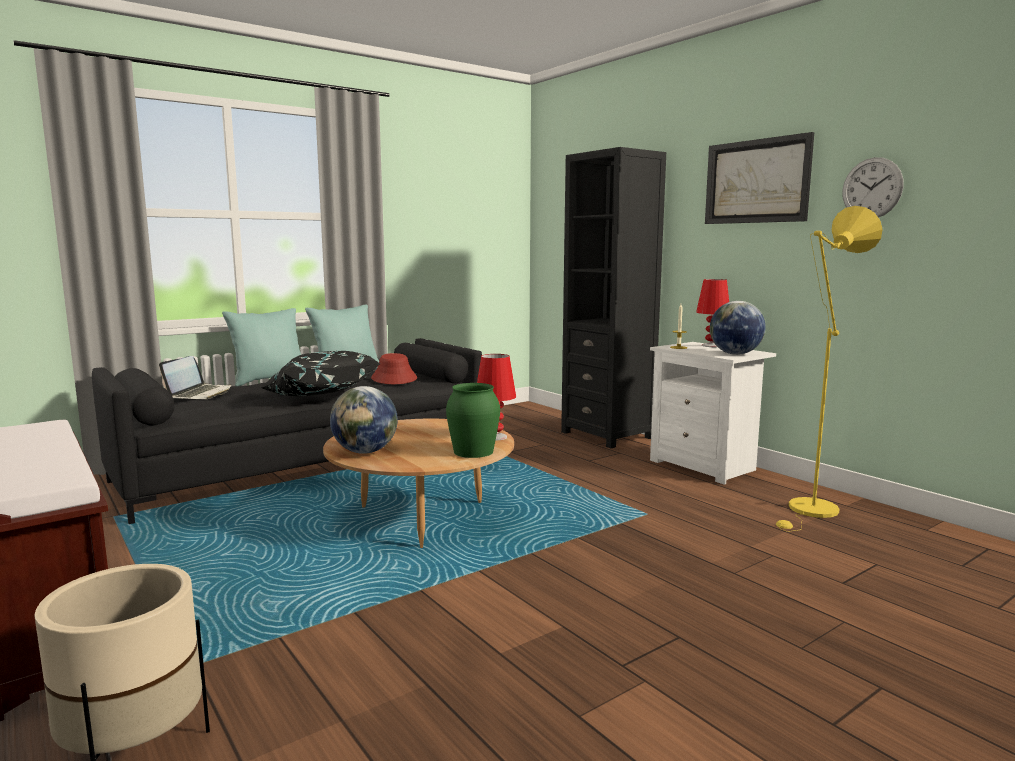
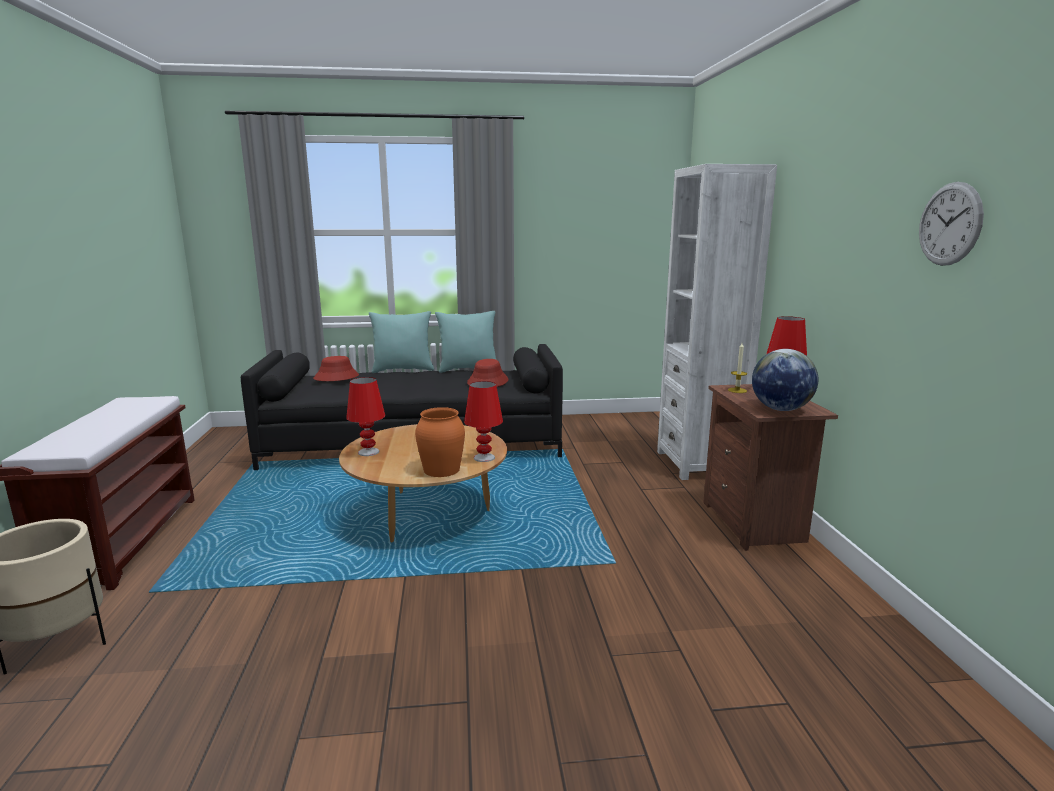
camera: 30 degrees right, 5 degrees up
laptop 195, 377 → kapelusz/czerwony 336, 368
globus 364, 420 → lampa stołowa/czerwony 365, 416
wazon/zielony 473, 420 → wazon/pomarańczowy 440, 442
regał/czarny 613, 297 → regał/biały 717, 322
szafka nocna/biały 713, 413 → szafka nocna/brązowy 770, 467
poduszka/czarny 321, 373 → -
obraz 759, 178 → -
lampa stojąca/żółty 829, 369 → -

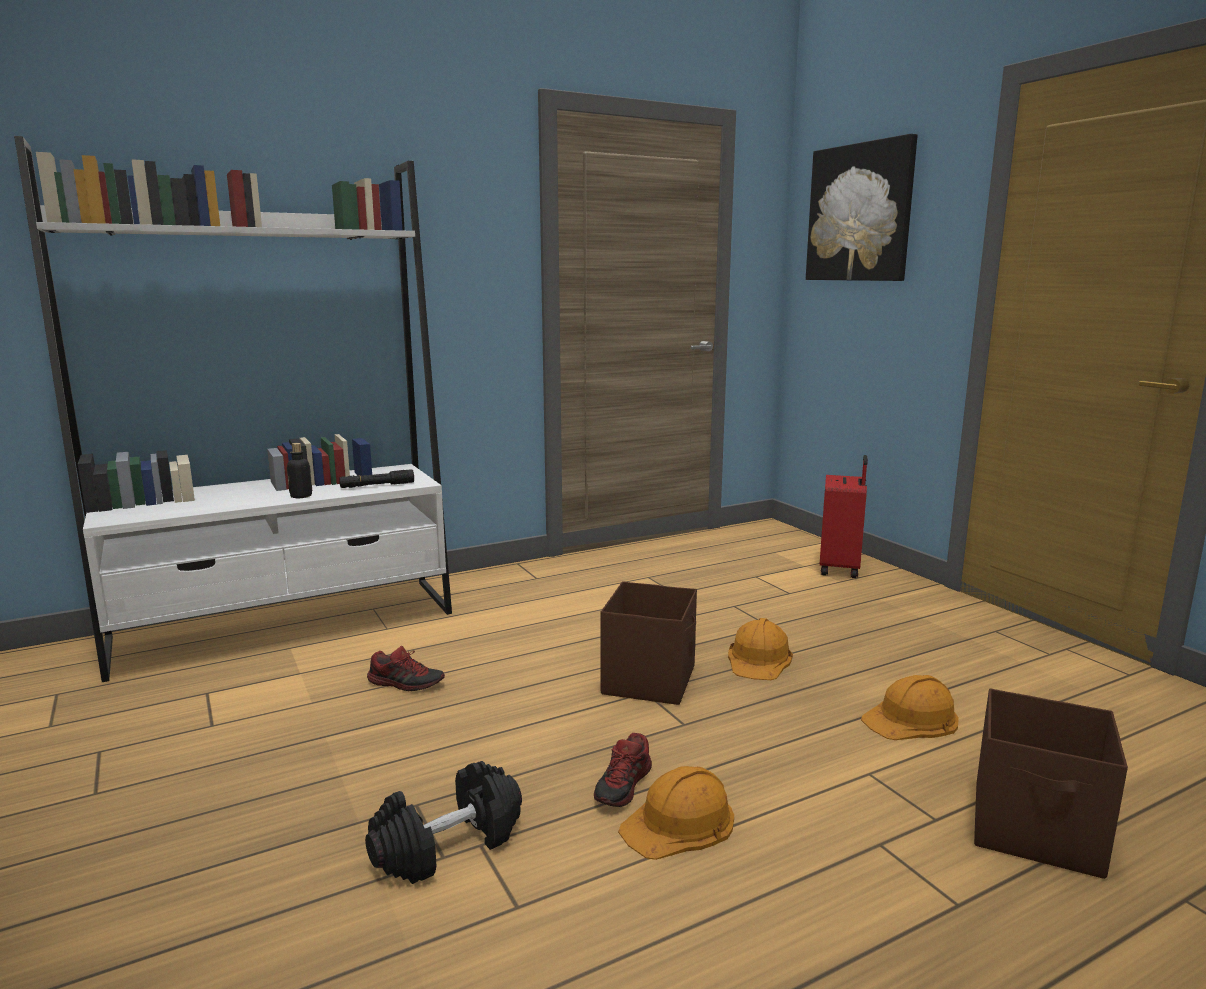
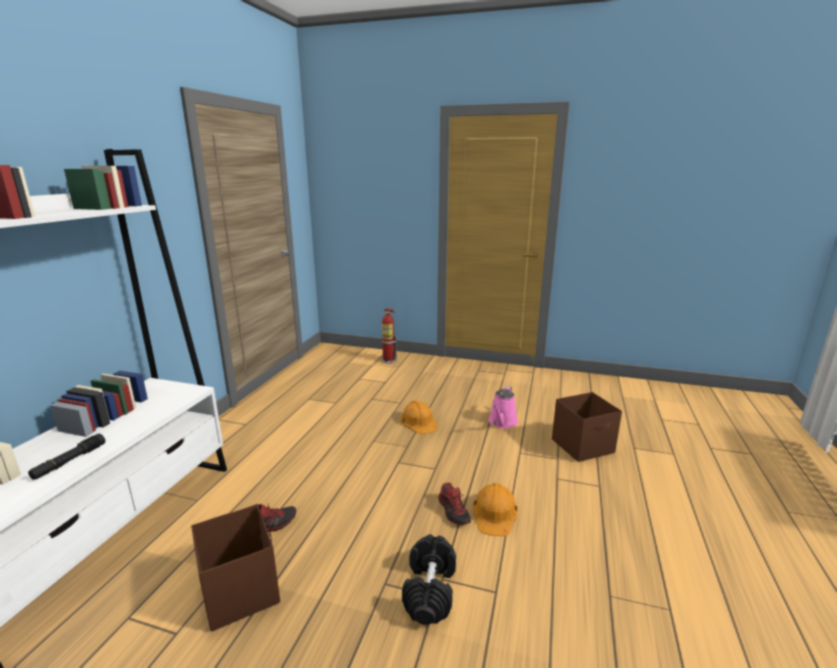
camera: 45 degrees left, 5 degrees up
latarka/czarny 376, 478 → latarka/czarny 66, 456, moved
pojemnik do przechowywania/brązowy 648, 643 → pojemnik do przechowywania/brązowy 235, 567, moved
walizka/czerwony 843, 516 → gaśnica 389, 336
kask/pomarańczowy 910, 707 → konewka/różowy 503, 407
butelka 299, 470 → -
obraz 861, 207 → -

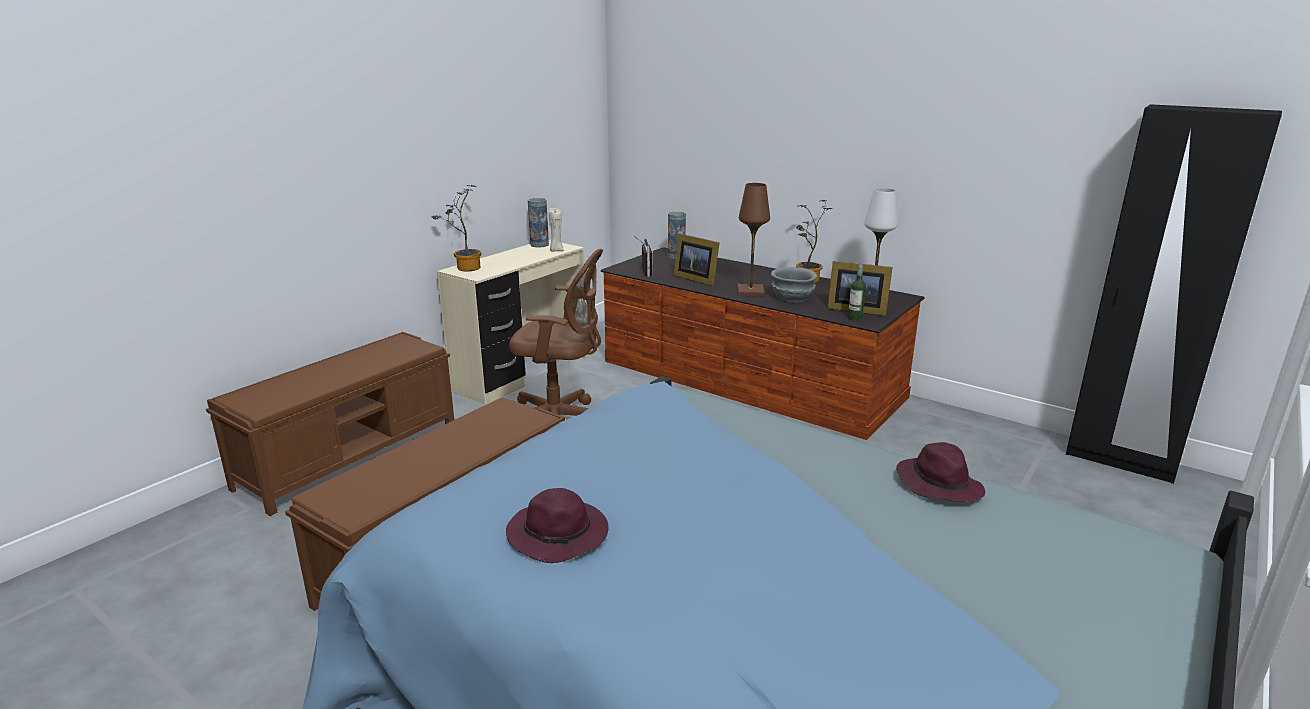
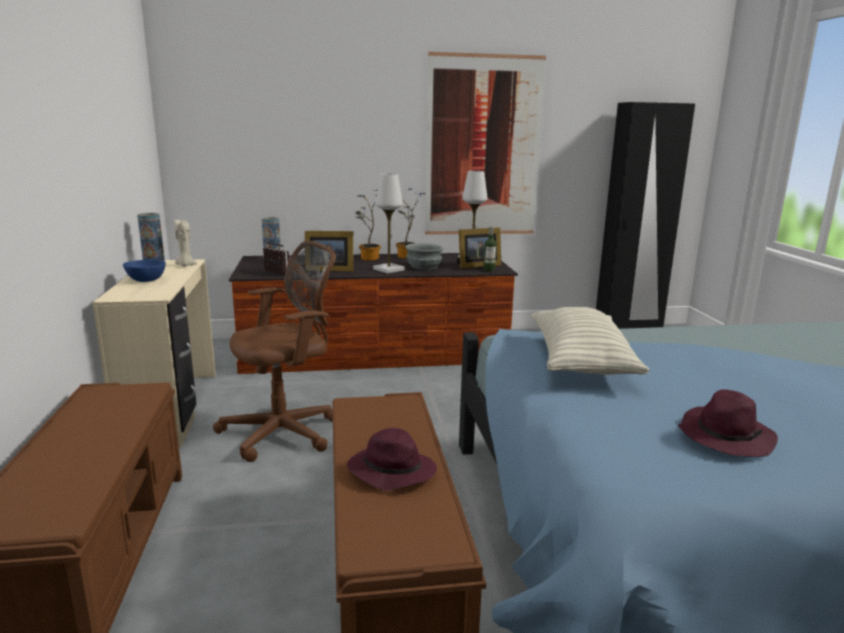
camera: 45 degrees left, 5 degrees down
- → miska/niebieski 144, 270
kapelusz/fioletowy 940, 472 → kapelusz/fioletowy 392, 459, moved
roślina doniczkowa 457, 228 → roślina doniczkowa 368, 225, moved
lampa stołowa/brązowy 753, 239 → lampa stołowa/biały 389, 223
- → obraz 485, 143
- → poduszka 590, 341

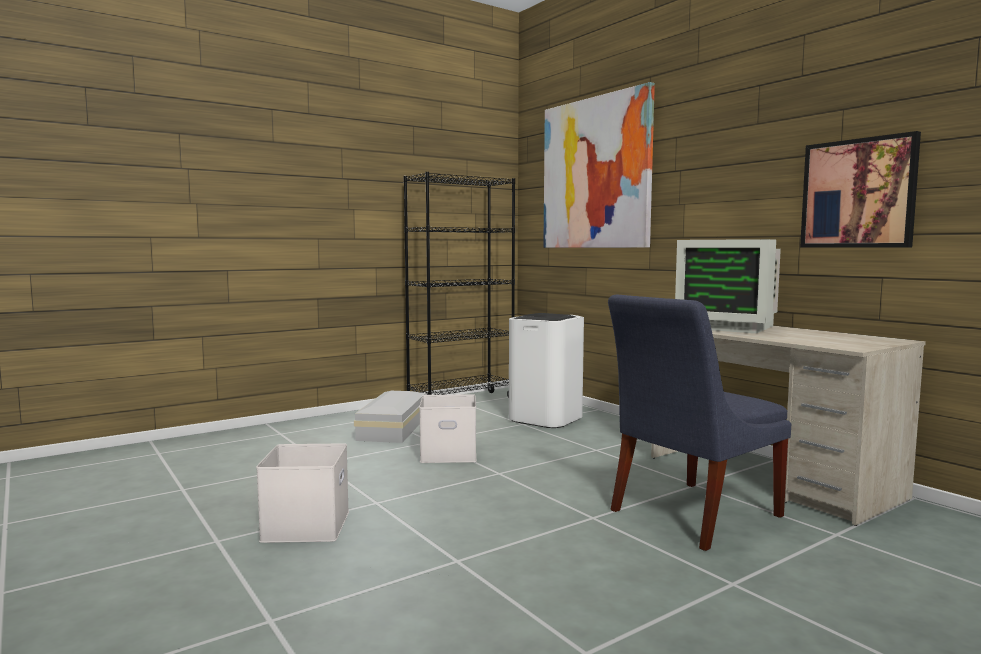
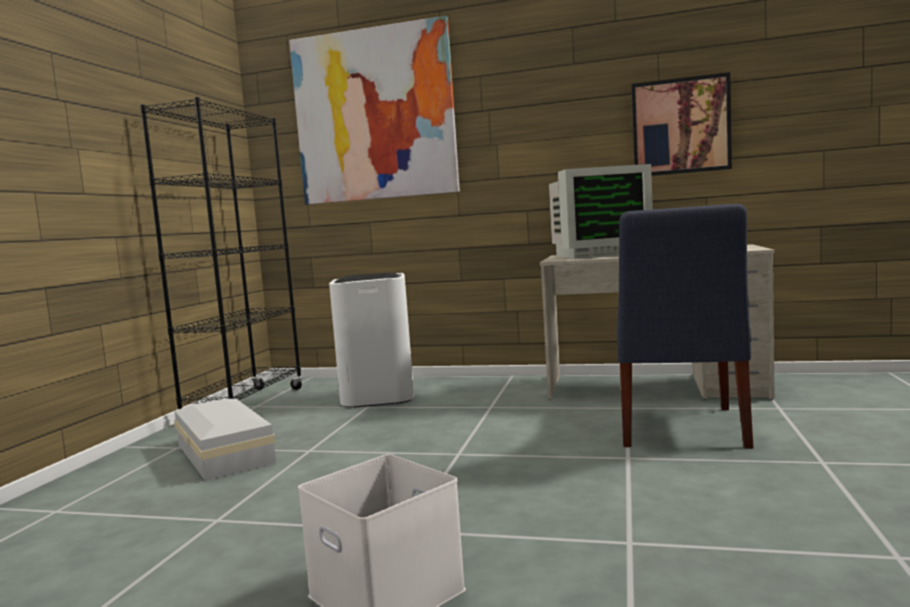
camera: 40 degrees left, 0 degrees up
pojemnik do przechowywania/biały 447, 428 → -

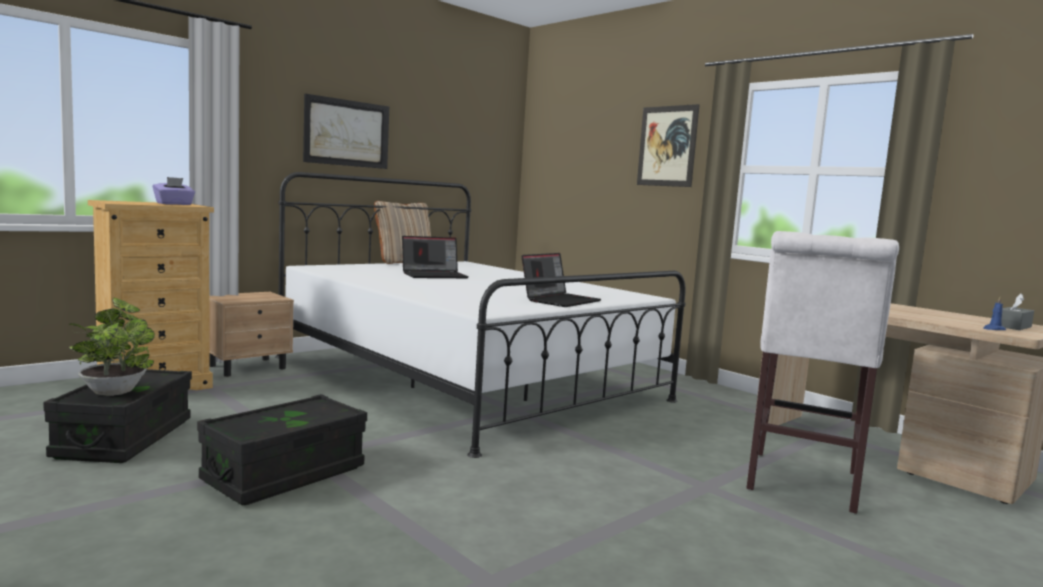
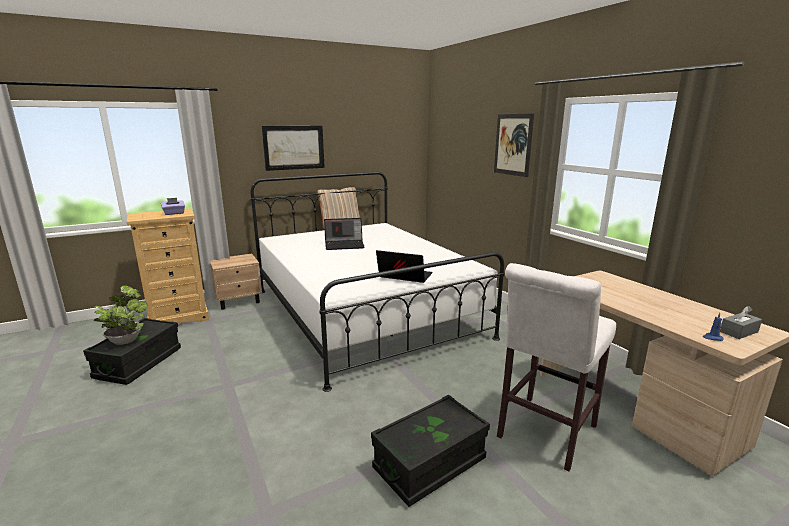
camera: 15 degrees right, 10 degrees up
pojemnik do przechowywania/czarny 282, 449 → pojemnik do przechowywania/czarny 430, 450, moved
laptop 561, 280 → laptop 404, 266, 120 degrees counterclockwise

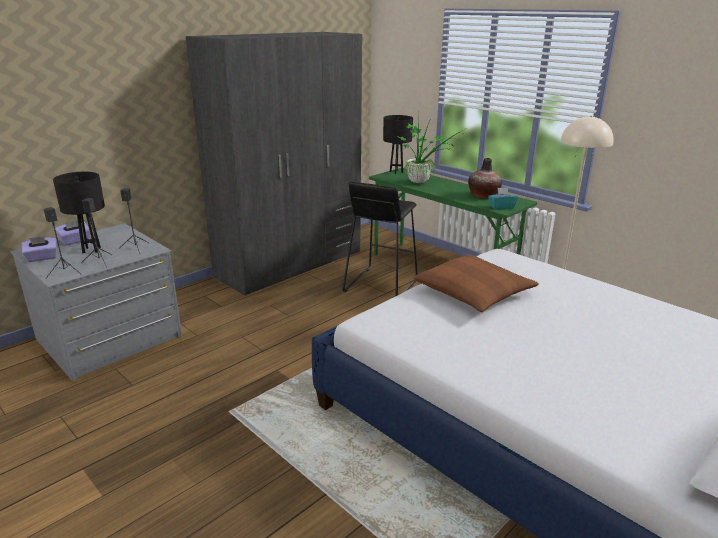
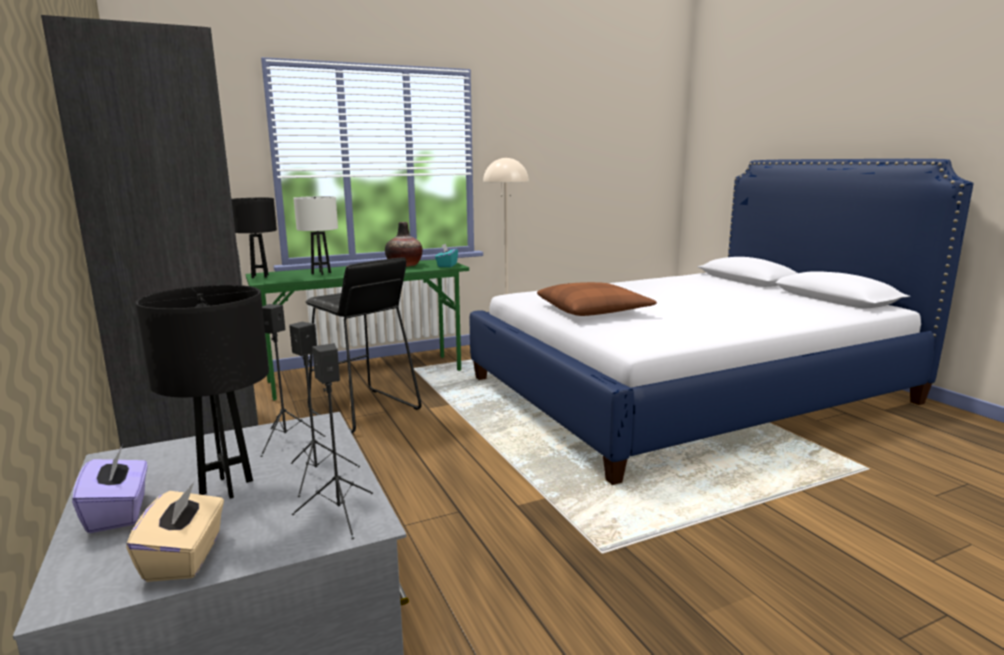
camera: 70 degrees left, 10 degrees down
pudełko chusteczek/fioletowy 39, 249 → pudełko chusteczek/beżowy 175, 532
roślina doniczkowa 432, 148 → lampa stołowa/biały 315, 235

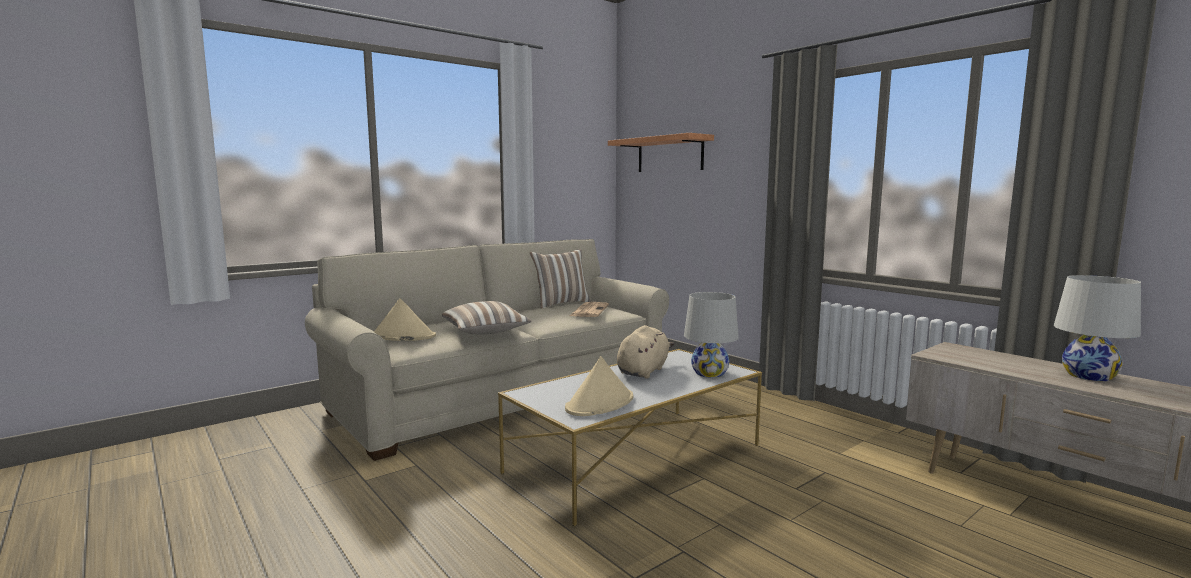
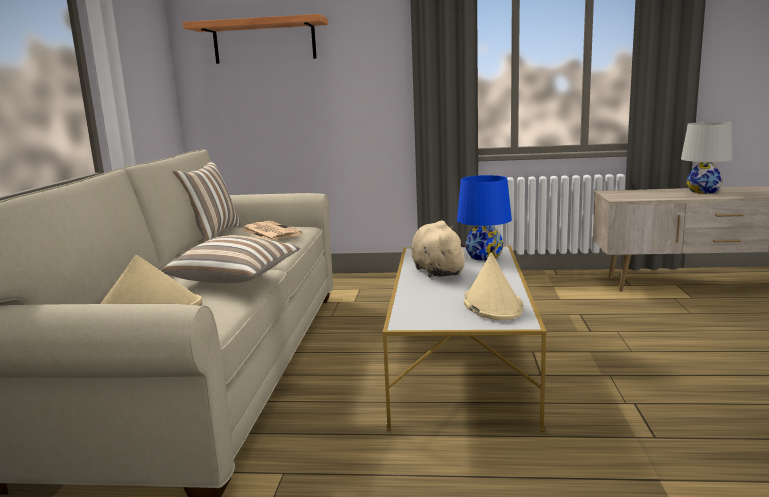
camera: 45 degrees left, 5 degrees up
lampa stołowa/biały 711, 335 → lampa stołowa/niebieski 484, 218

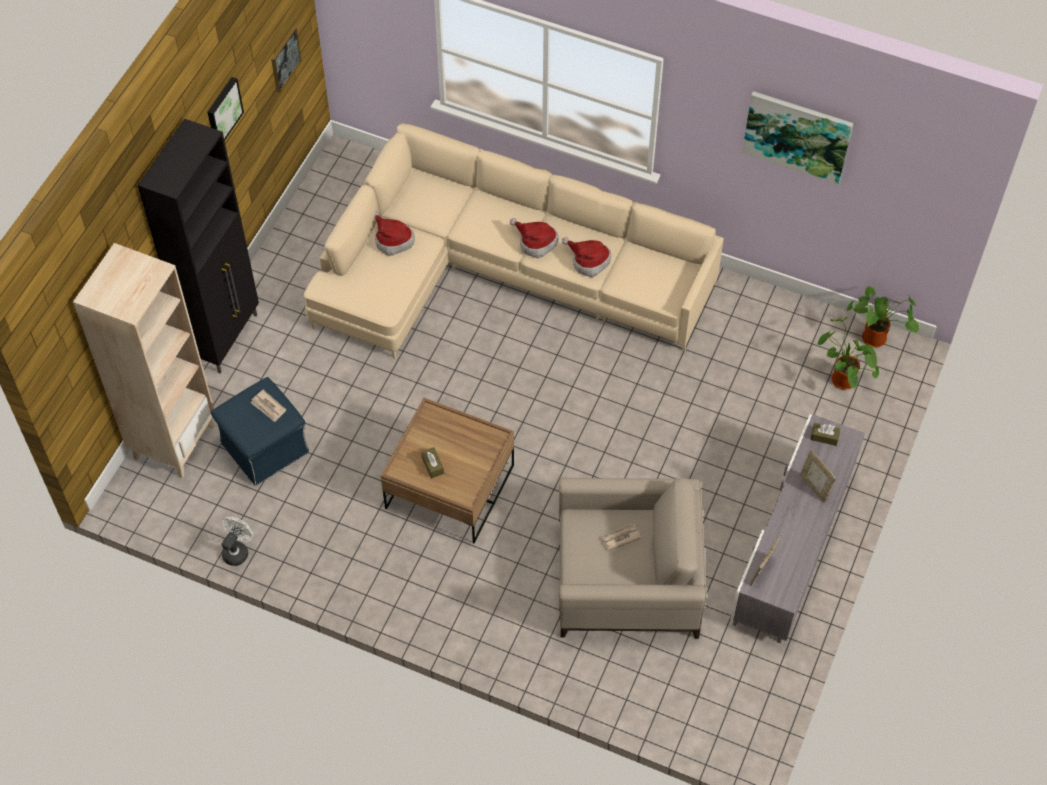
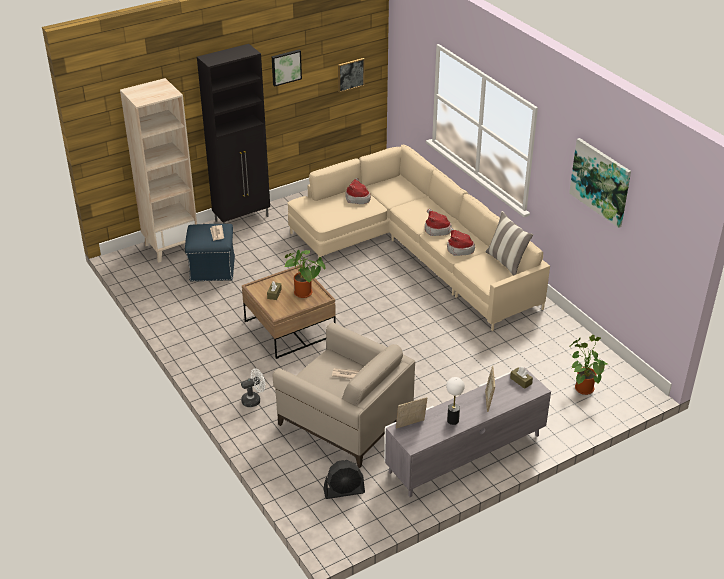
camera: 35 degrees right, 20 degrees down
wentylator/biały 237, 541 → wentylator/biały 253, 387, moved
roślina doniczkowa 882, 316 → roślina doniczkowa 305, 274, moved
- → wentylator/czarny 344, 479
- → lampa stołowa 455, 401
- → poduszka 509, 243

